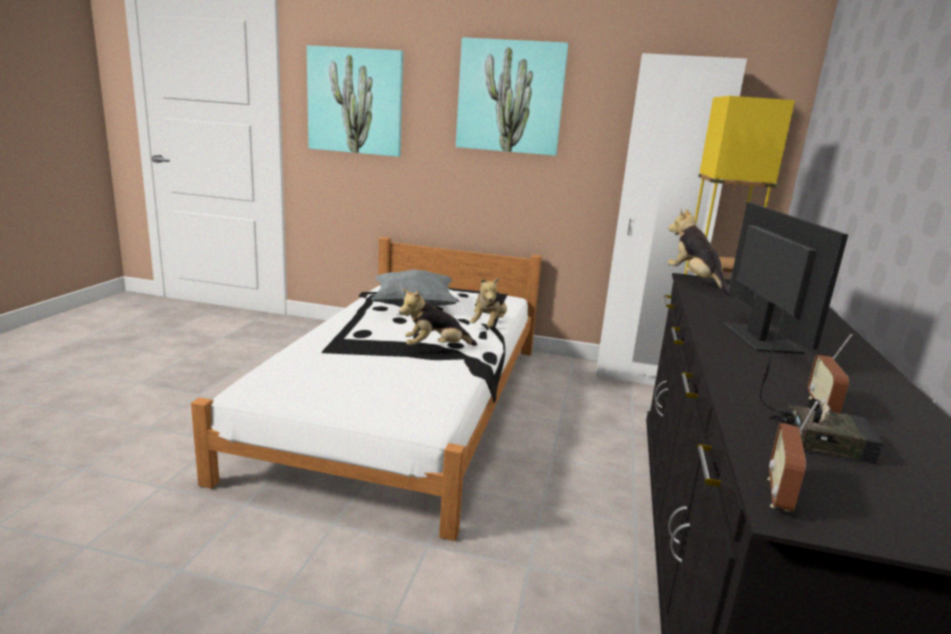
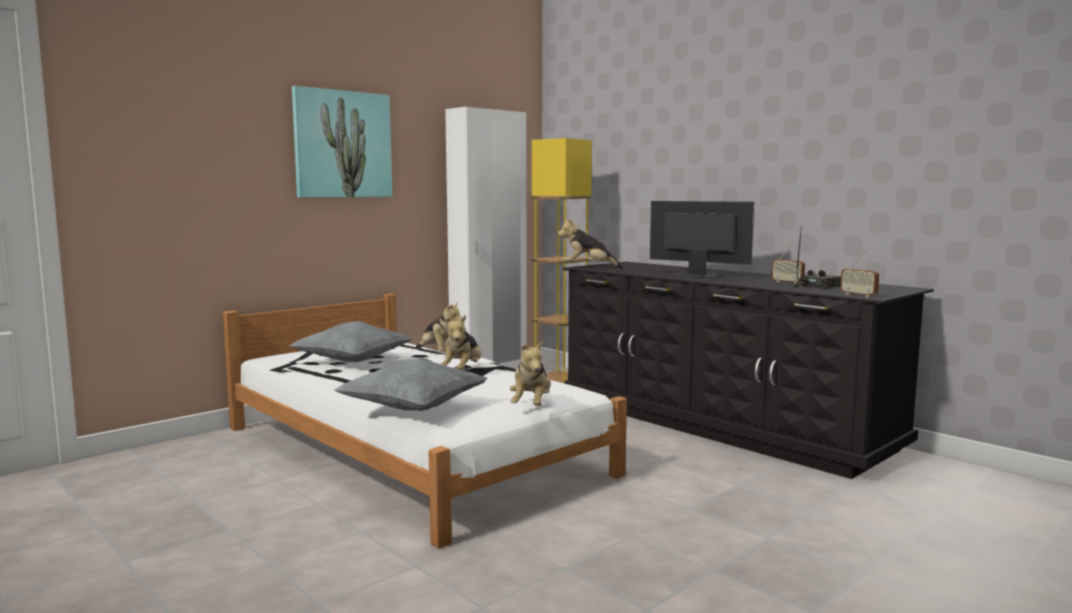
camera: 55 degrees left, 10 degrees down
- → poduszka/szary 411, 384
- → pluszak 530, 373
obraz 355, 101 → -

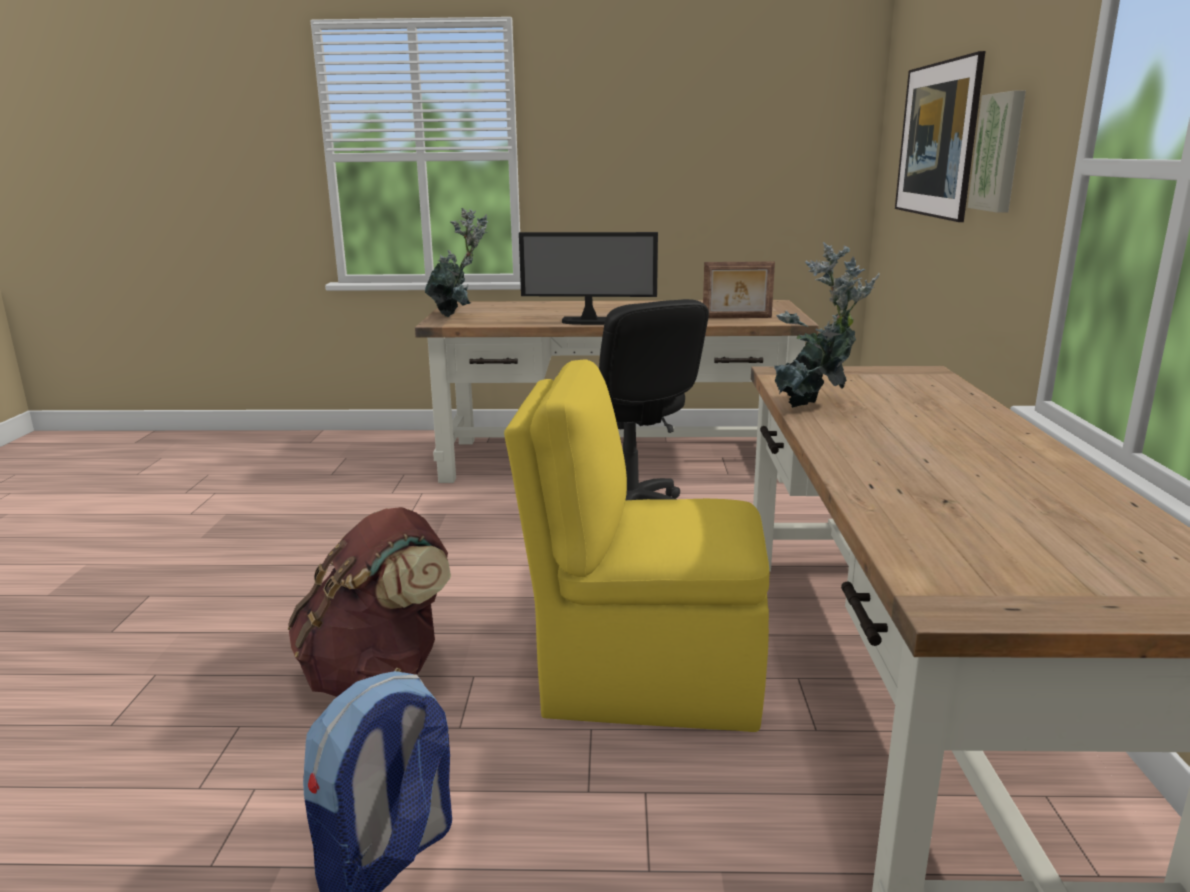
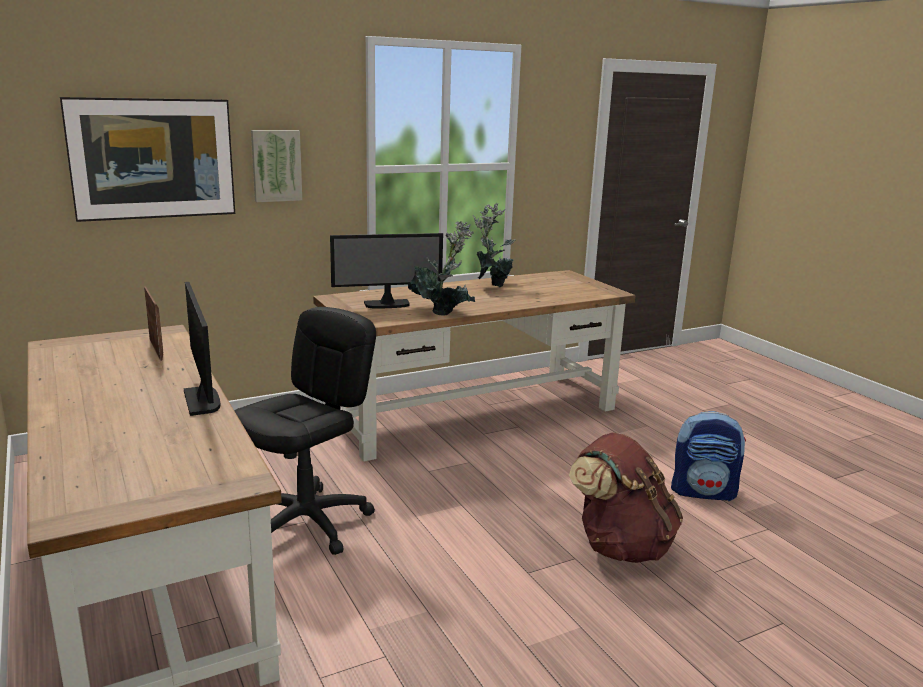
camera: 120 degrees left, 0 degrees up
- → monitor 386, 271
roślina doniczkowa 456, 262 → roślina doniczkowa 494, 245, moved
krzesło/żółty 636, 545 → -

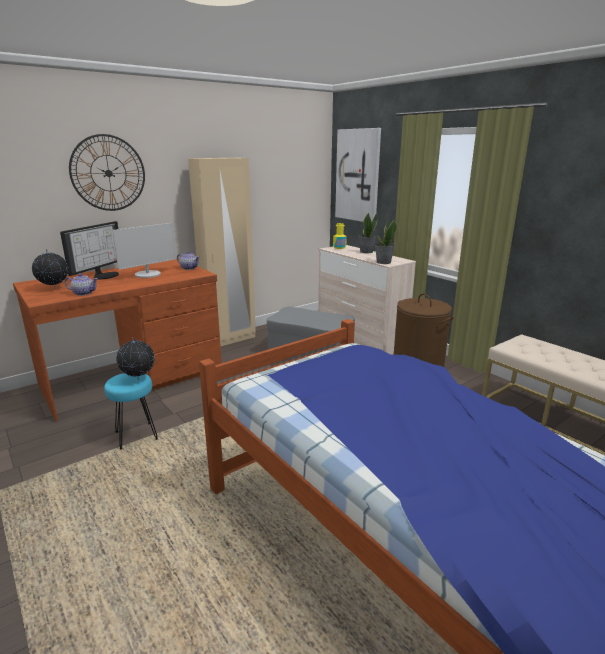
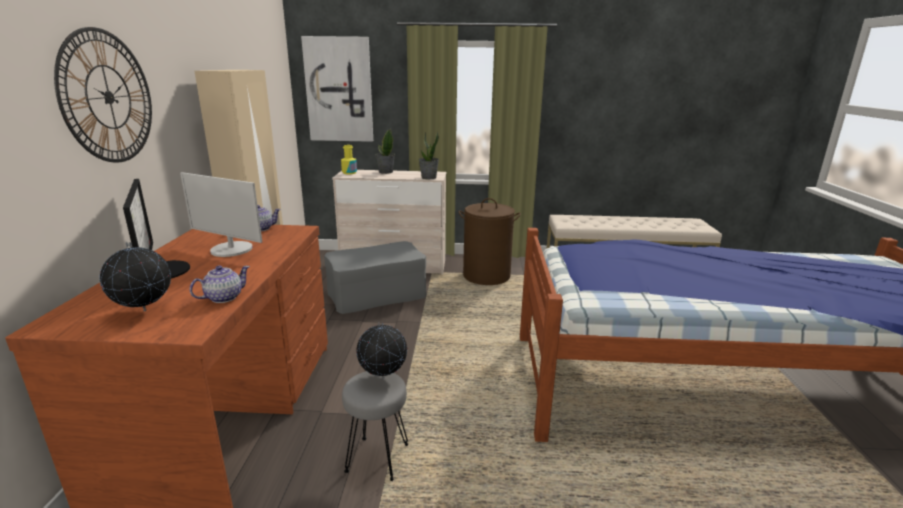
camera: 50 degrees left, 0 degrees up
monitor 144, 250 → monitor 221, 214, 120 degrees clockwise
stołek/turkusowy 131, 411 → stołek/szary 375, 426

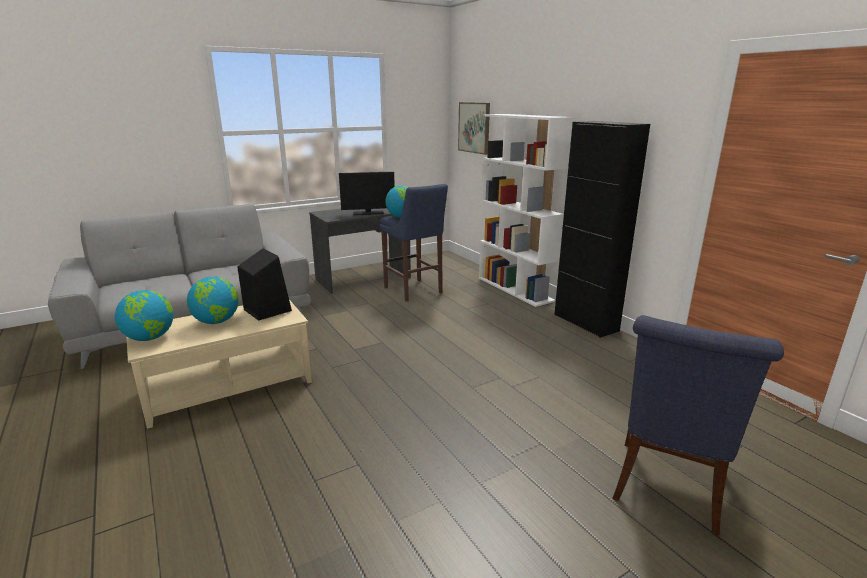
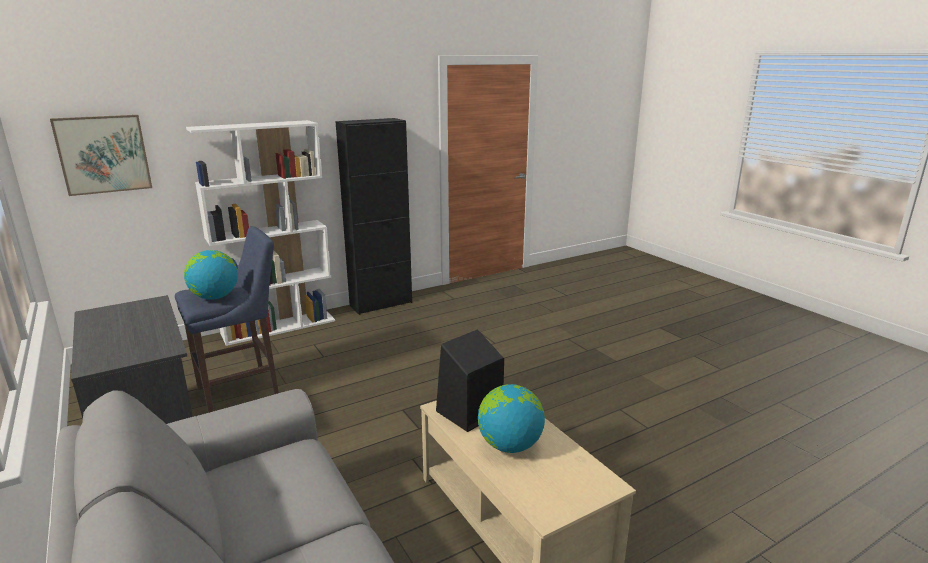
camera: 90 degrees left, 0 degrees up
globus 144, 315 → -
monitor 367, 193 → -
krzesło/niebieski 698, 425 → -

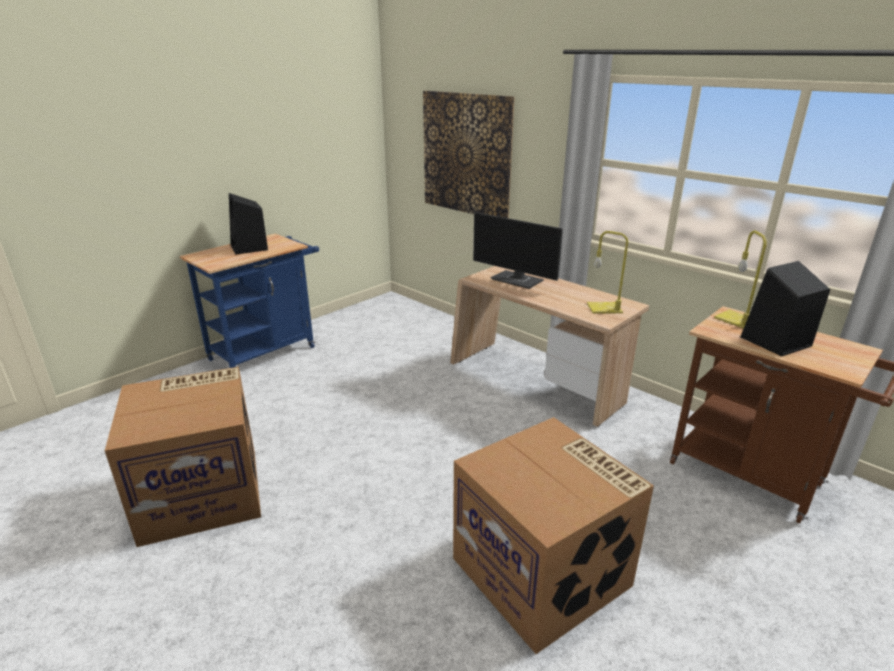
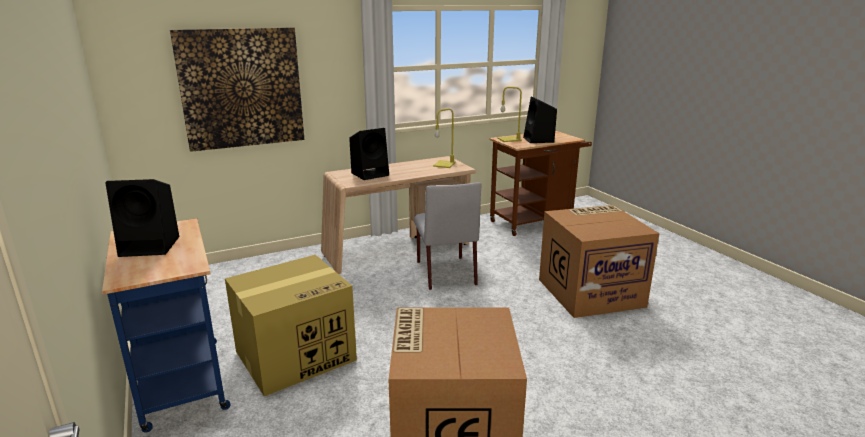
camera: 70 degrees left, 5 degrees down
- → karton 291, 325
monitor 518, 250 → głośnik/czarny 369, 154
- → krzesło/szary 447, 236

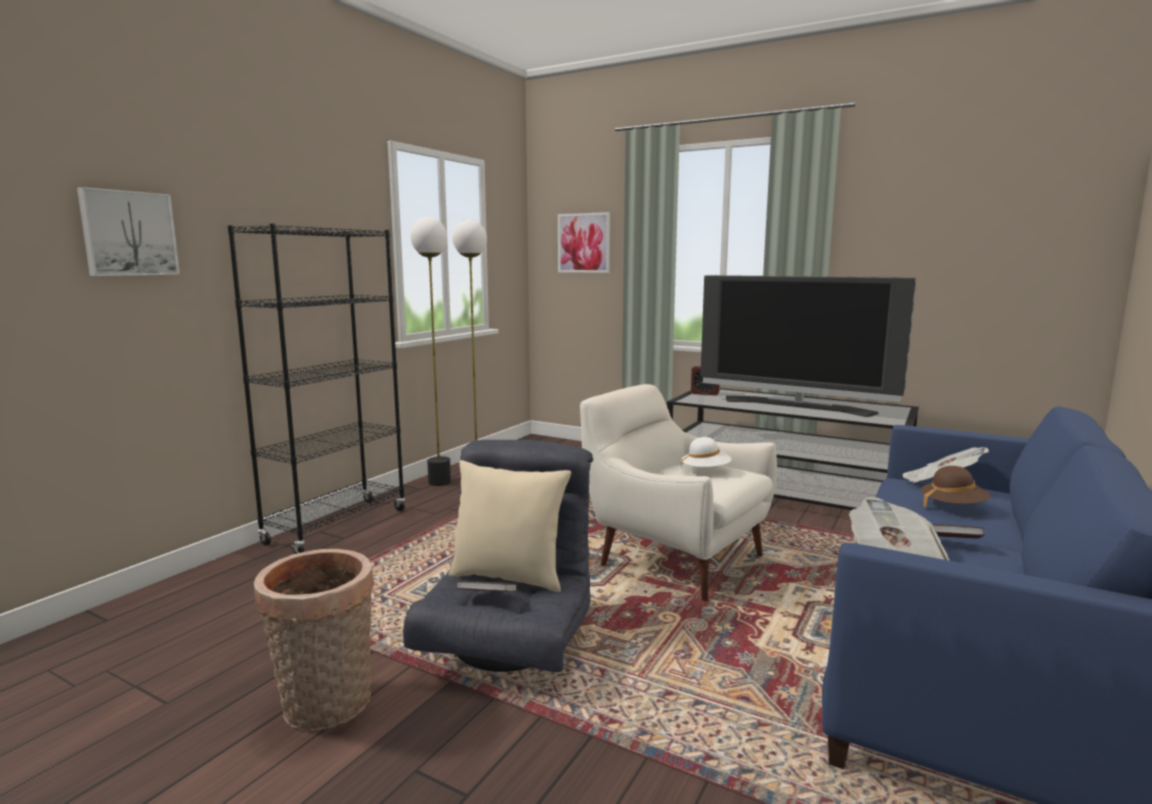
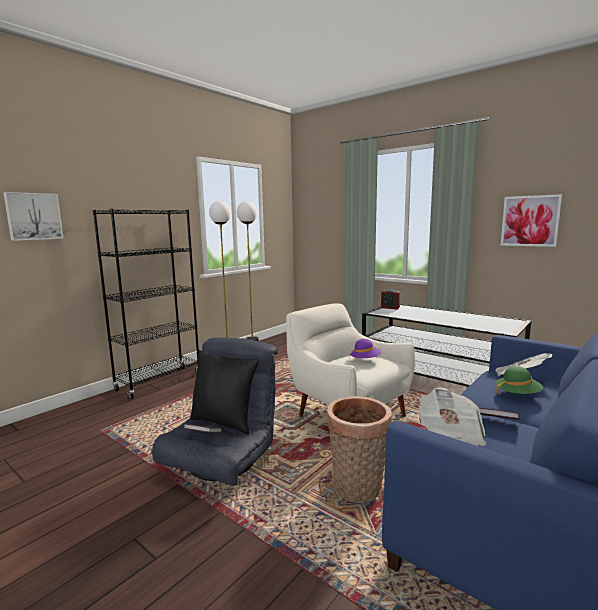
camera: 10 degrees right, 0 degrees up
poduszka/beżowy 510, 526 → poduszka/czarny 224, 392
koszyk 314, 640 → koszyk 359, 449, moved
kapelusz/biały 706, 452 → kapelusz/fioletowy 365, 349
kapelusz/brązowy 956, 487 → kapelusz/zielony 519, 380
obraz 584, 242 → obraz 531, 220, moved
telewizor 808, 346 → -

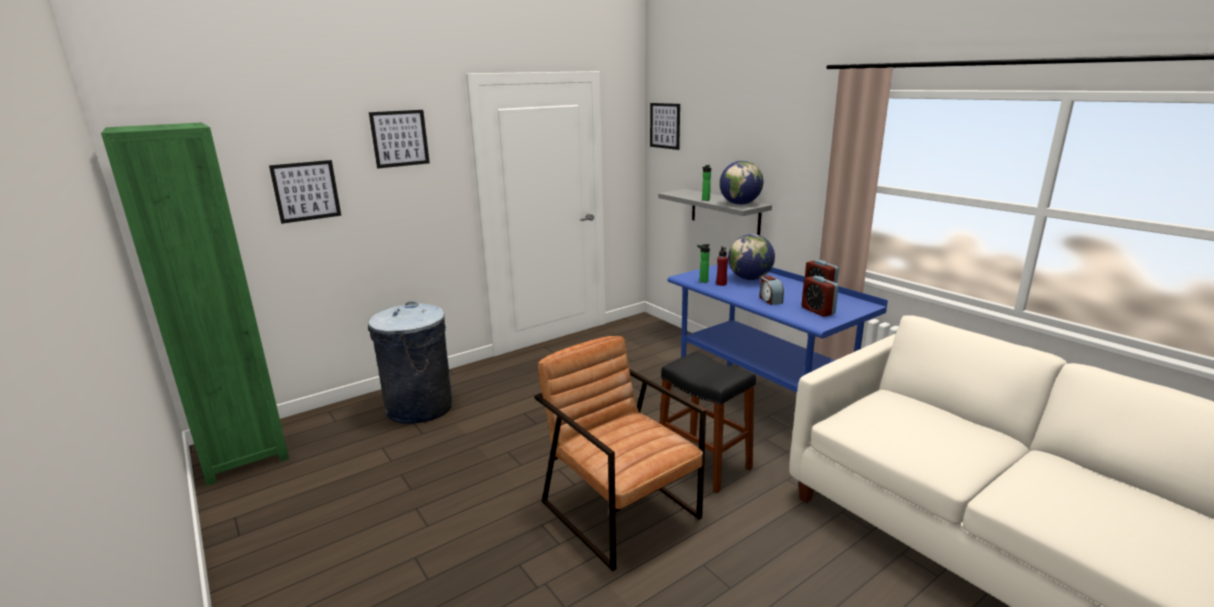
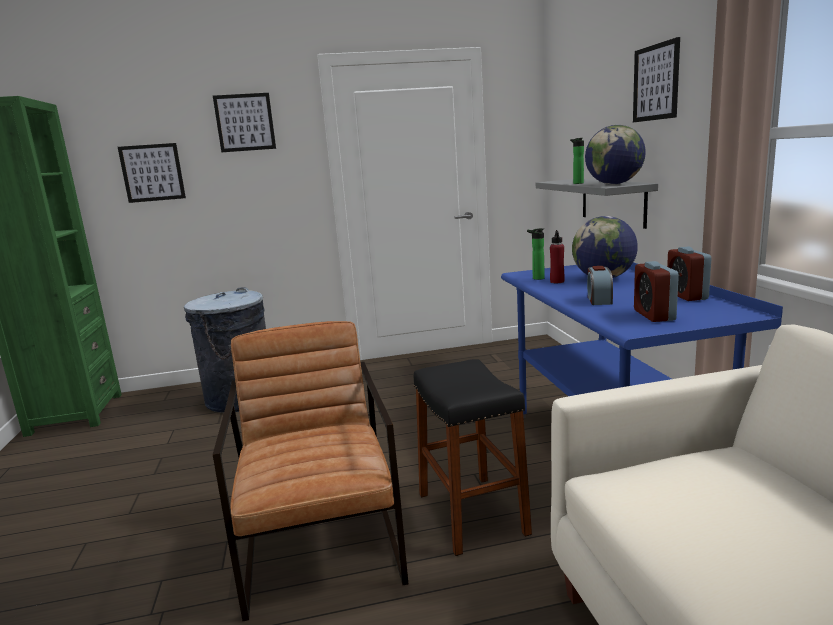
camera: 25 degrees right, 5 degrees down
obraz 665, 126 → obraz 656, 79, moved

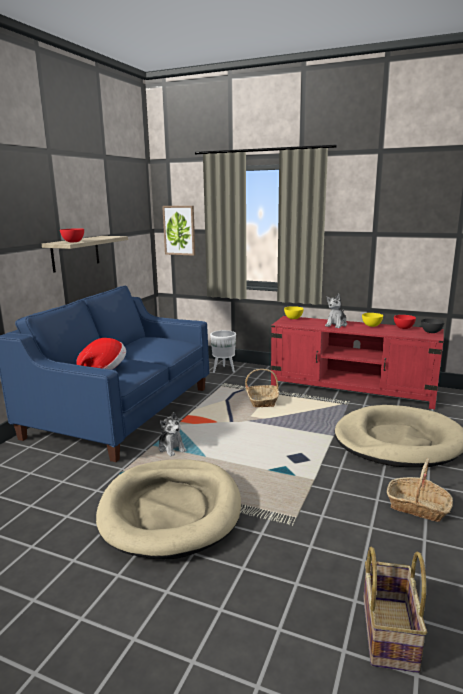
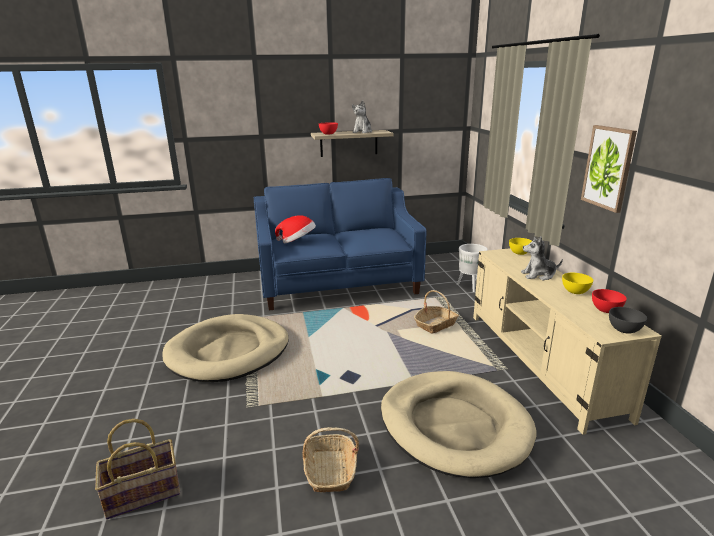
camera: 55 degrees right, 5 degrees up
pluszak 172, 434 → pluszak 362, 116, moved
szafka pod telewizor/czerwony 357, 362 → szafka pod telewizor/beżowy 567, 341
obraz 178, 231 → obraz 609, 169, moved

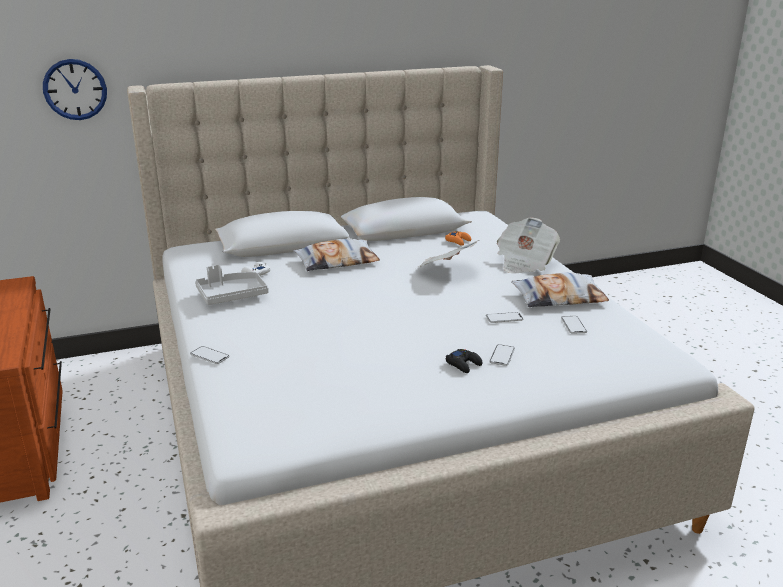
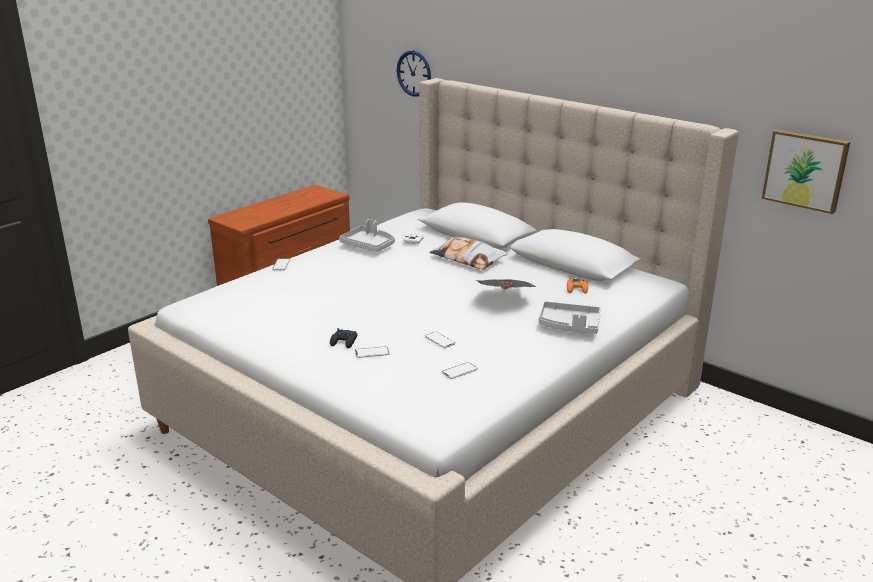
camera: 60 degrees right, 0 degrees up
gazeta 528, 245 → taca/szary 570, 317
- → obraz 806, 171
poduszka 560, 290 → -

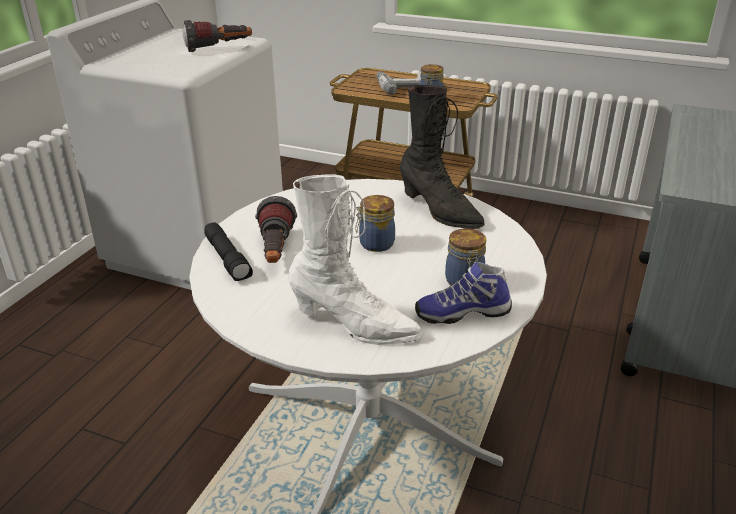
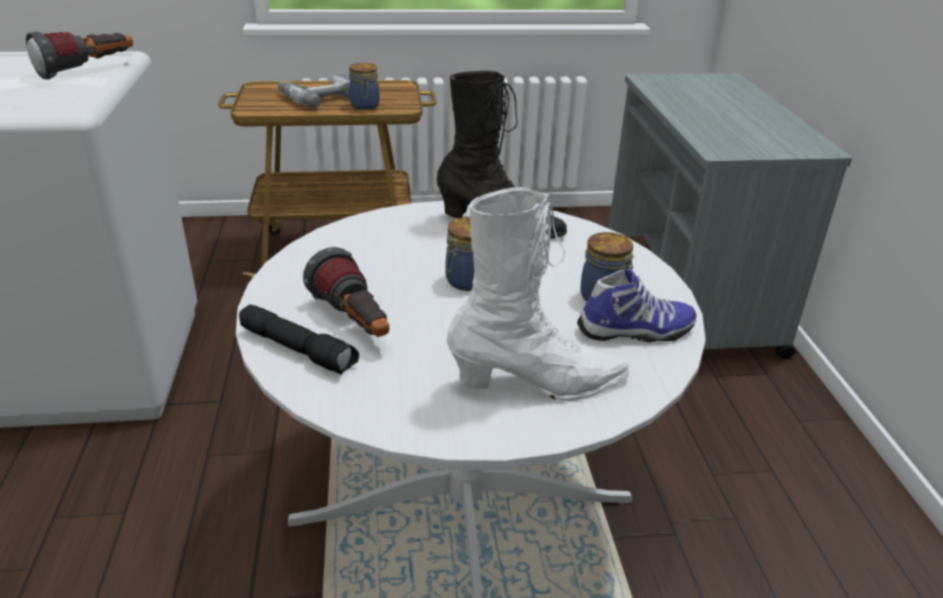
camera: 30 degrees left, 0 degrees up
but 463, 293 → but 636, 305, 150 degrees counterclockwise

